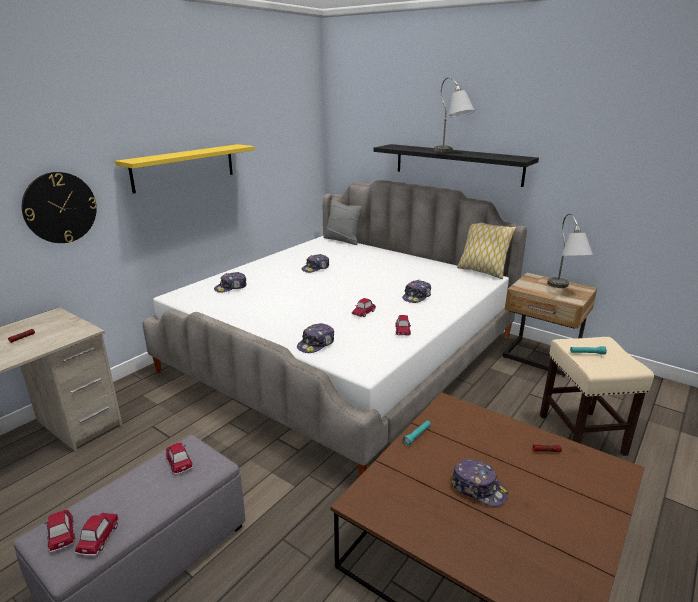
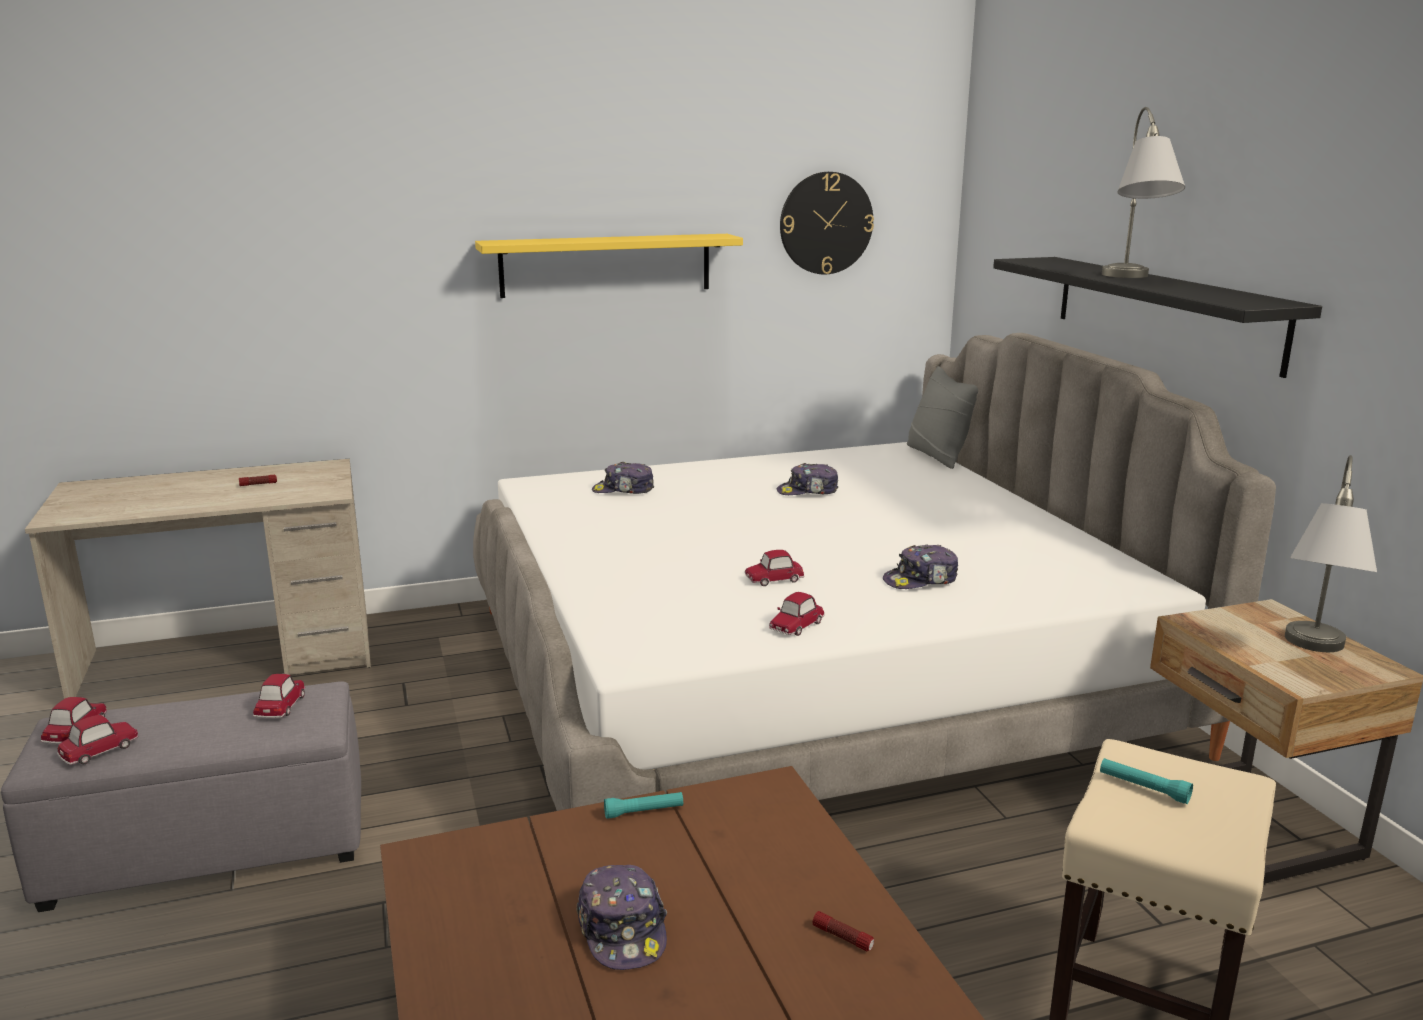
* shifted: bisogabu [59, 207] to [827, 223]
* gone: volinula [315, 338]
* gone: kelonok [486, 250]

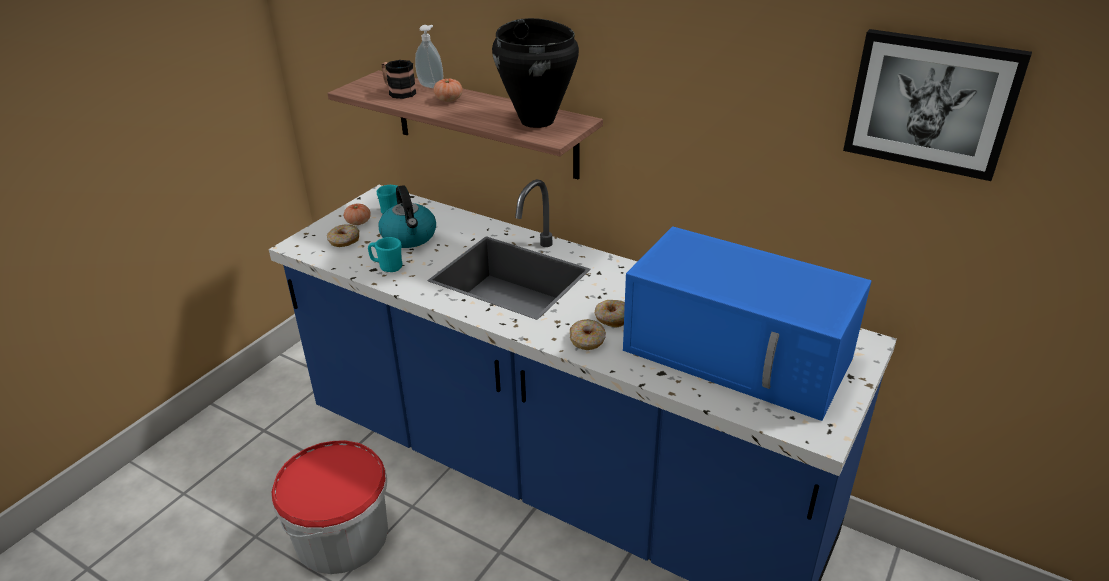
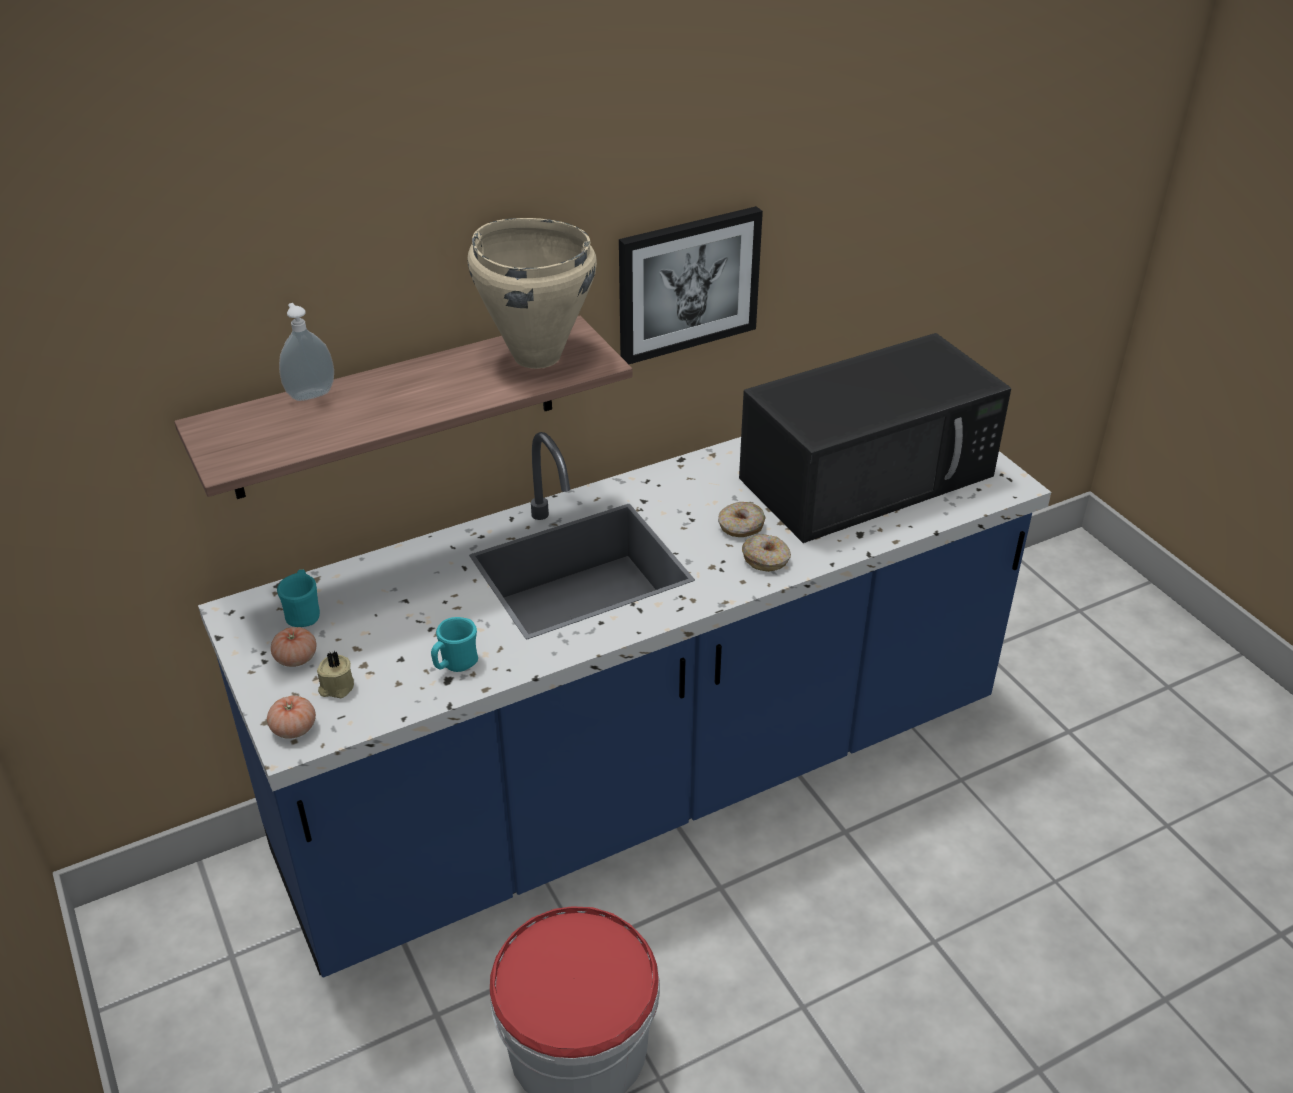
* shifted: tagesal [448, 90] to [291, 717]
* swapped: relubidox [343, 235] to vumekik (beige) [335, 674]
* repainted: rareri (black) [535, 73] to rareri (beige) [532, 293]
* shifted: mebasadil [937, 105] to [691, 285]
* repainted: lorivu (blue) [747, 323] to lorivu (black) [875, 438]
* gone: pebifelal [407, 216]
* gone: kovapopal [398, 79]

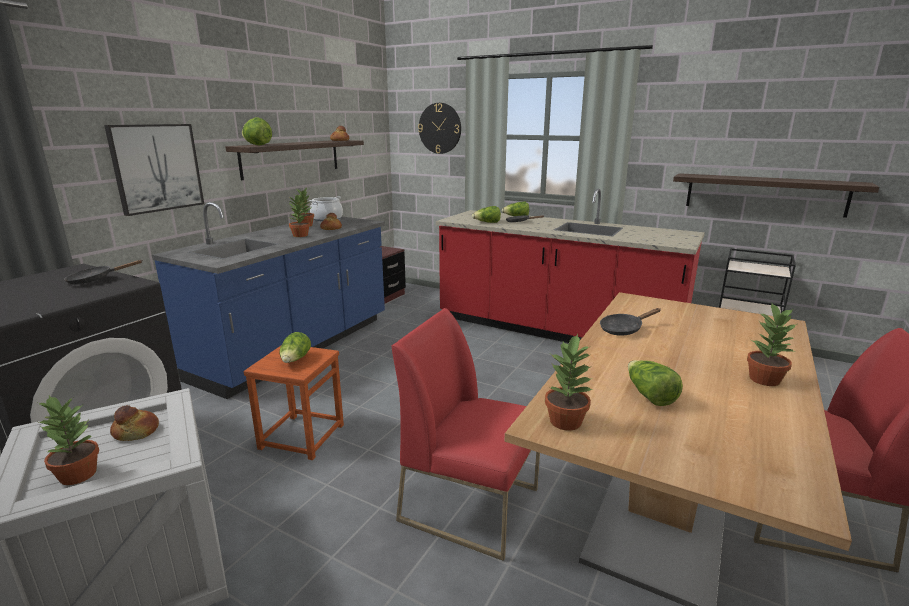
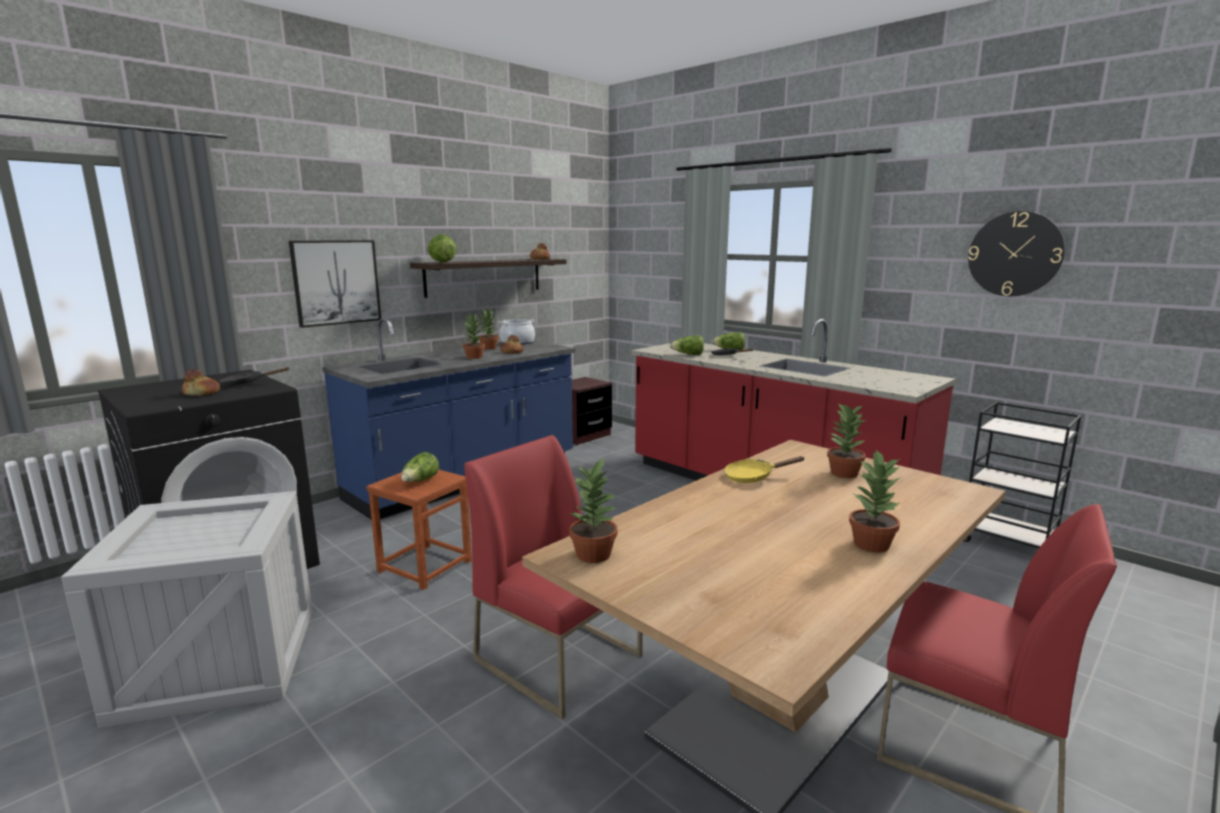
* shifted: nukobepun [134, 423] to [201, 382]
* repainted: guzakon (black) [630, 322] to guzakon (yellow) [764, 469]
* shifted: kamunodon [68, 440] to [847, 441]
* shifted: bisogabu [439, 128] to [1016, 253]
* gone: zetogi [655, 383]
* gone: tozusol [776, 195]

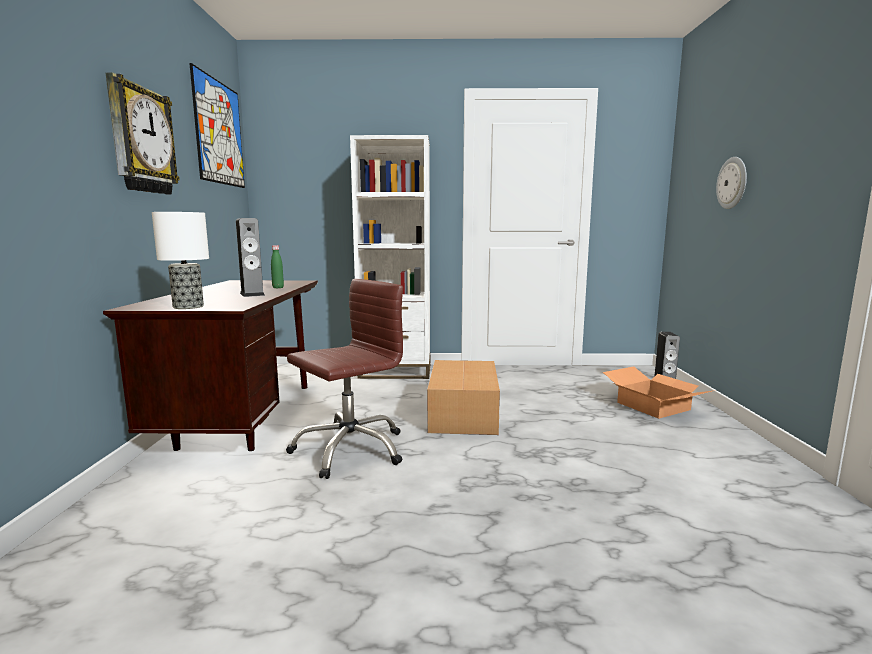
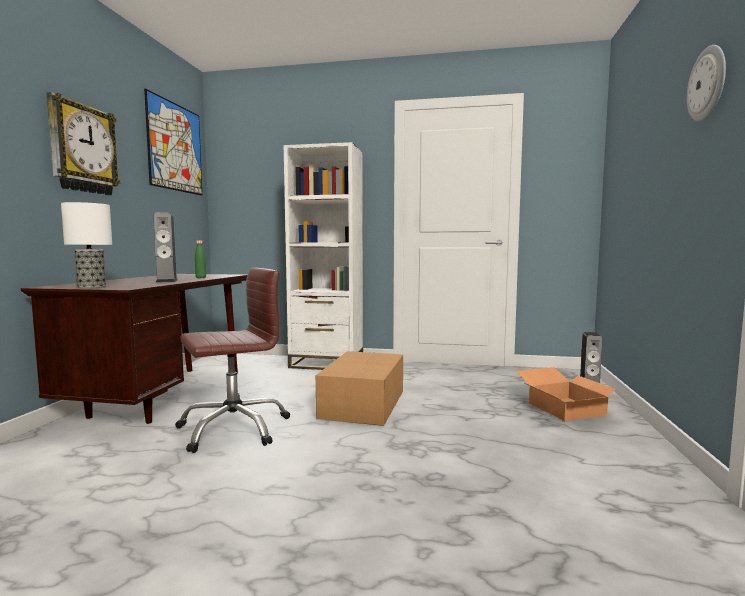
* shifted: bisogabu [731, 183] to [706, 83]

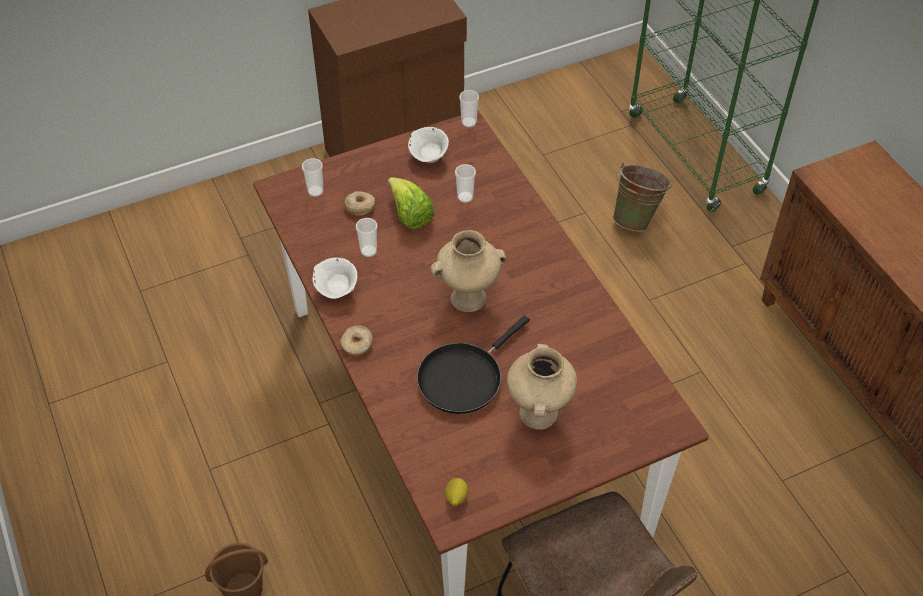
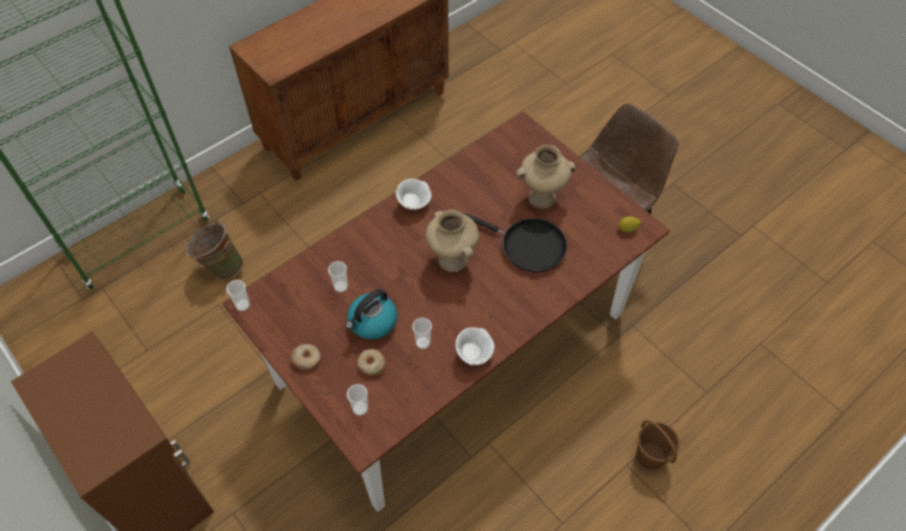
* shifted: relubidox [356, 340] to [306, 356]
* swapped: zetogi [411, 203] to pebifelal [371, 314]
* shifted: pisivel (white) [428, 145] to [414, 194]

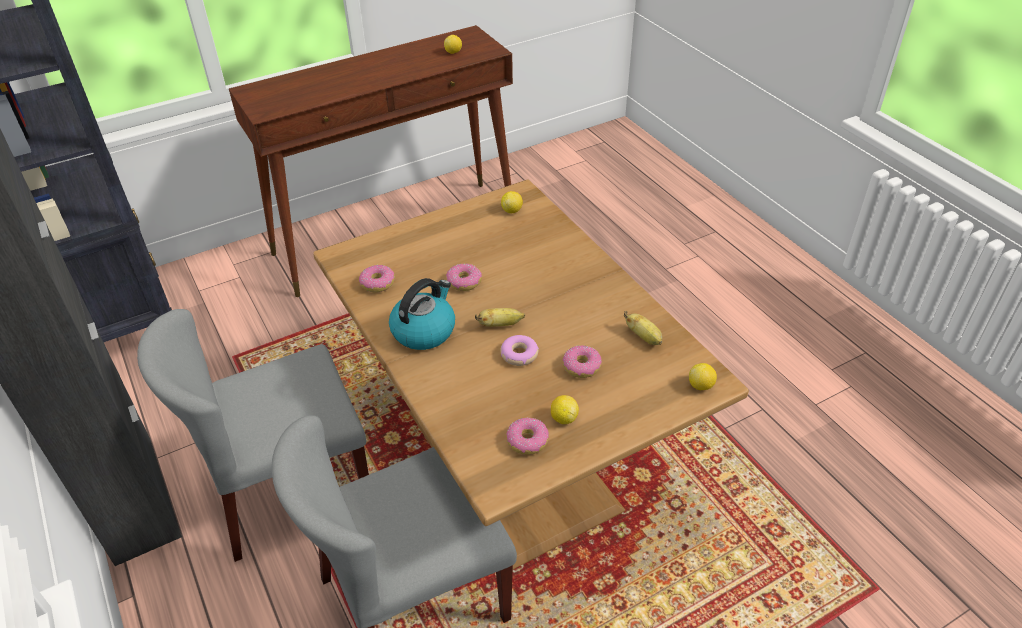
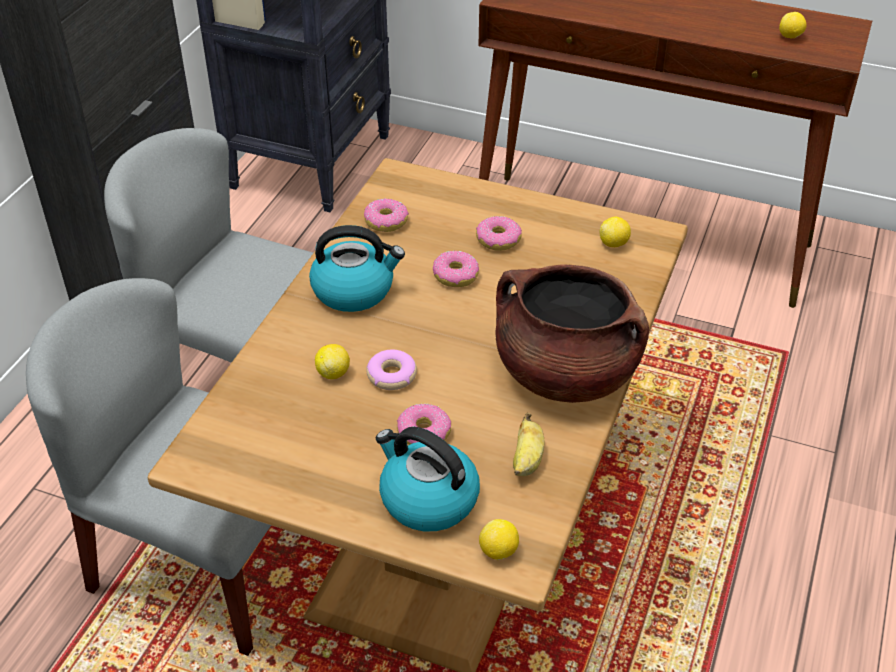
* shifted: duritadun [565, 409] to [332, 361]
* new: pebifelal [428, 479]
* shifted: relubidox [527, 436] to [499, 233]
* new: rareri (brown) [572, 333]
* gone: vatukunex [500, 317]

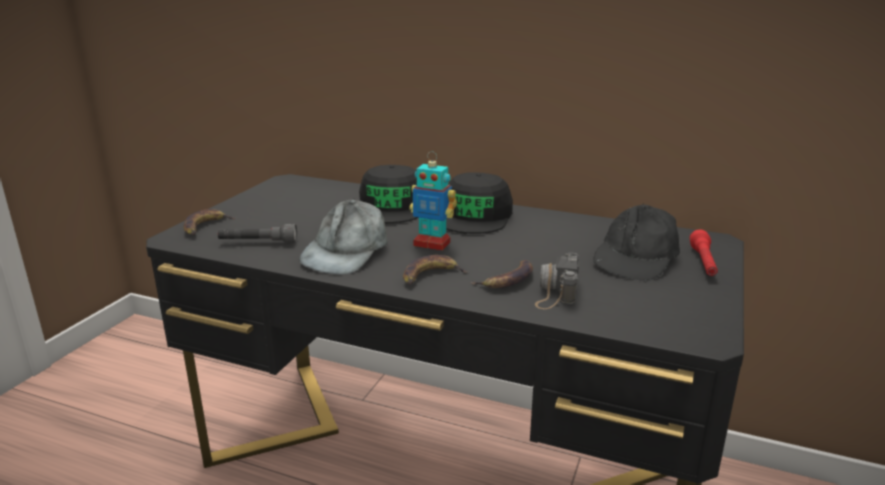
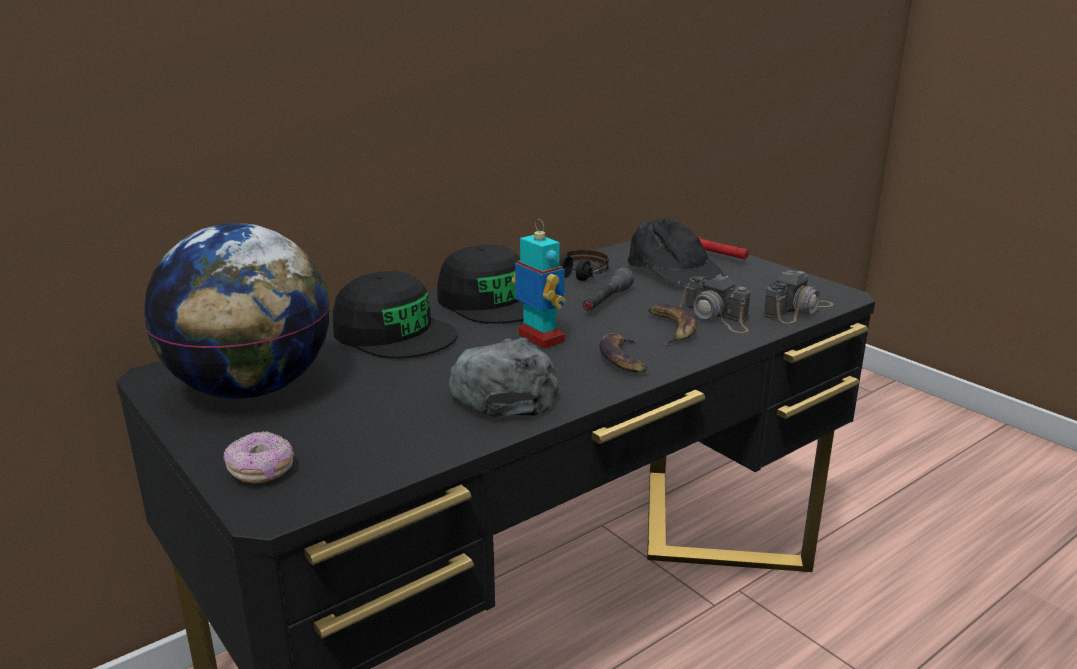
* new: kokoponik [237, 311]
* swapped: vatukunex [210, 222] to relubidox [258, 457]
* rotated: volinula (grey) [343, 237] = [504, 377] 150 degrees counterclockwise
* rotated: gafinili [433, 201] = [539, 283] 90 degrees counterclockwise
* new: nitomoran [584, 265]
* shifted: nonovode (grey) [257, 233] to [608, 289]
* new: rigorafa [798, 296]

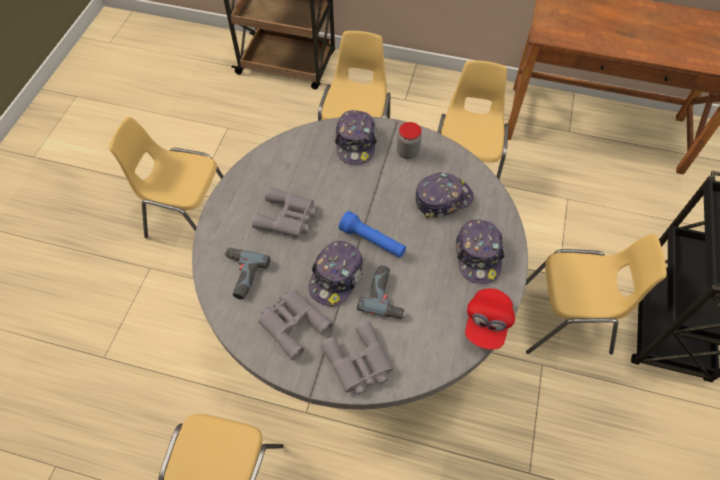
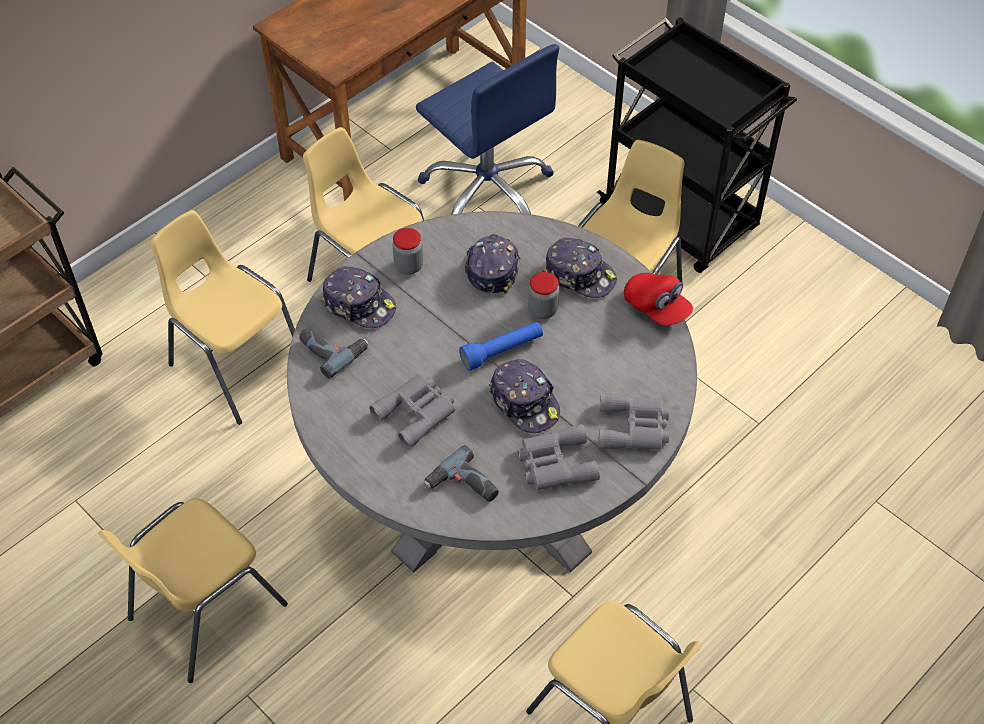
* shifted: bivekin [382, 292] to [333, 353]
* new: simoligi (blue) [487, 129]
* new: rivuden [543, 295]

